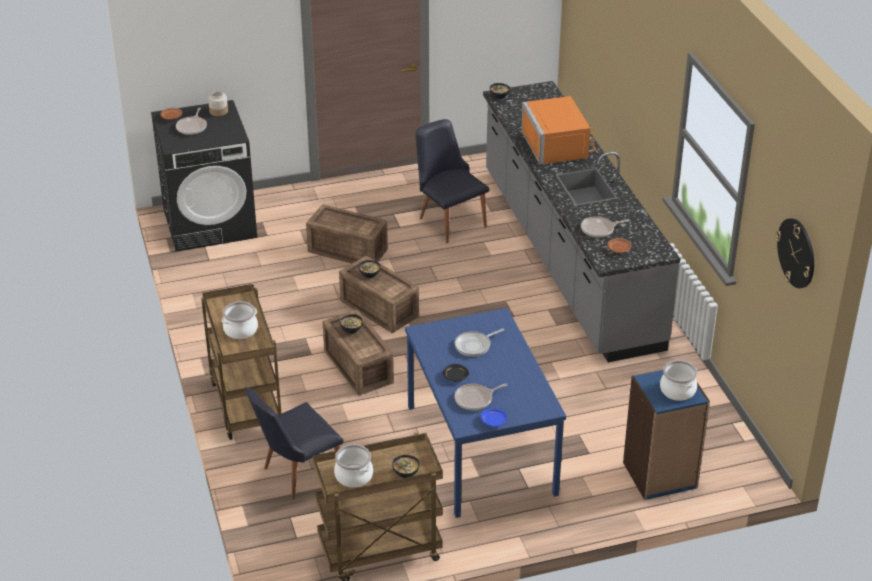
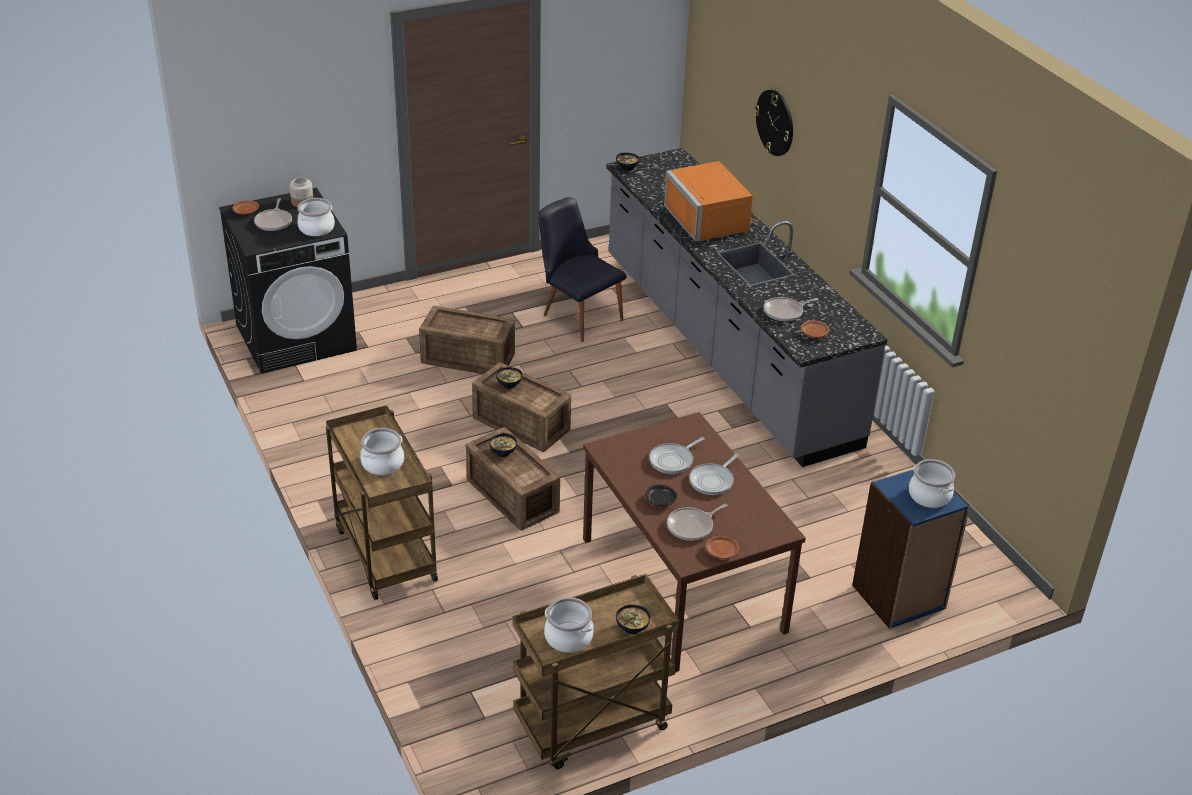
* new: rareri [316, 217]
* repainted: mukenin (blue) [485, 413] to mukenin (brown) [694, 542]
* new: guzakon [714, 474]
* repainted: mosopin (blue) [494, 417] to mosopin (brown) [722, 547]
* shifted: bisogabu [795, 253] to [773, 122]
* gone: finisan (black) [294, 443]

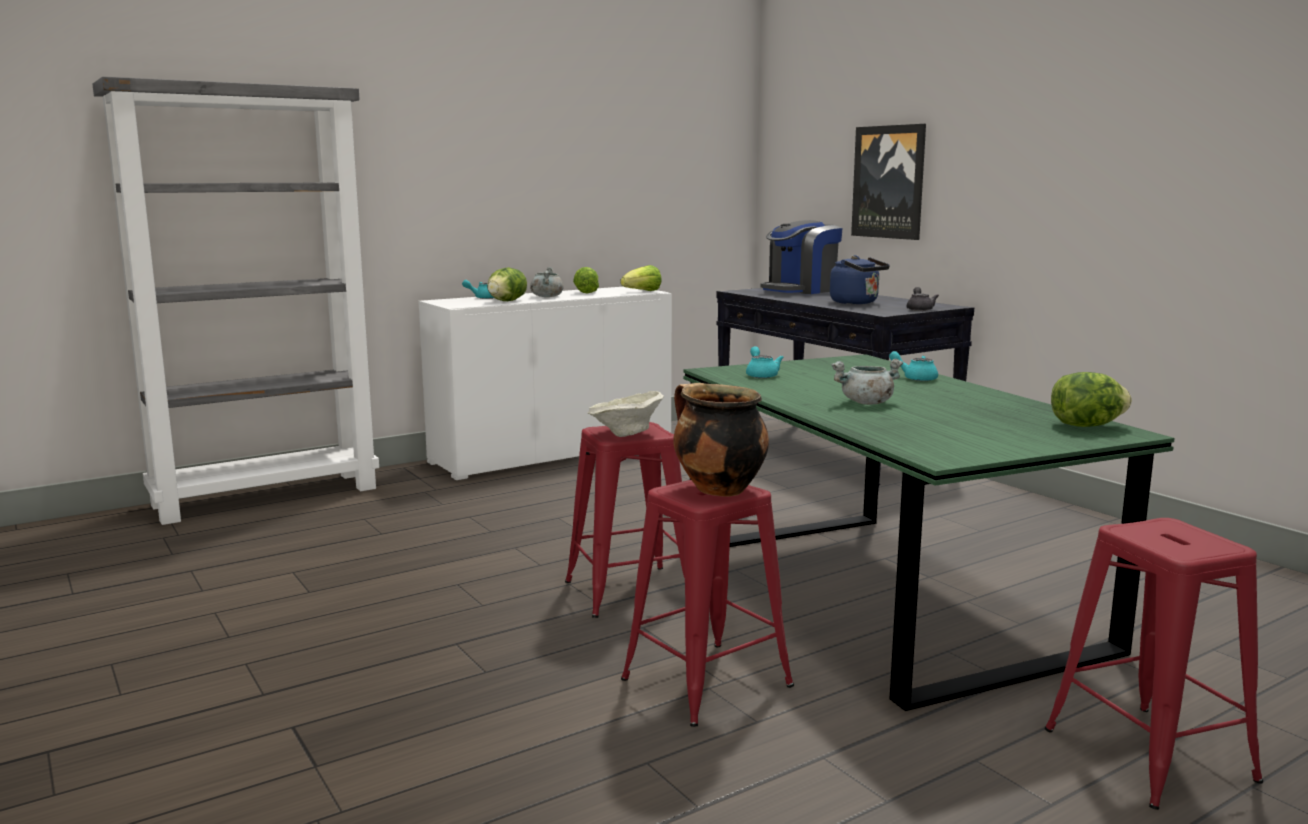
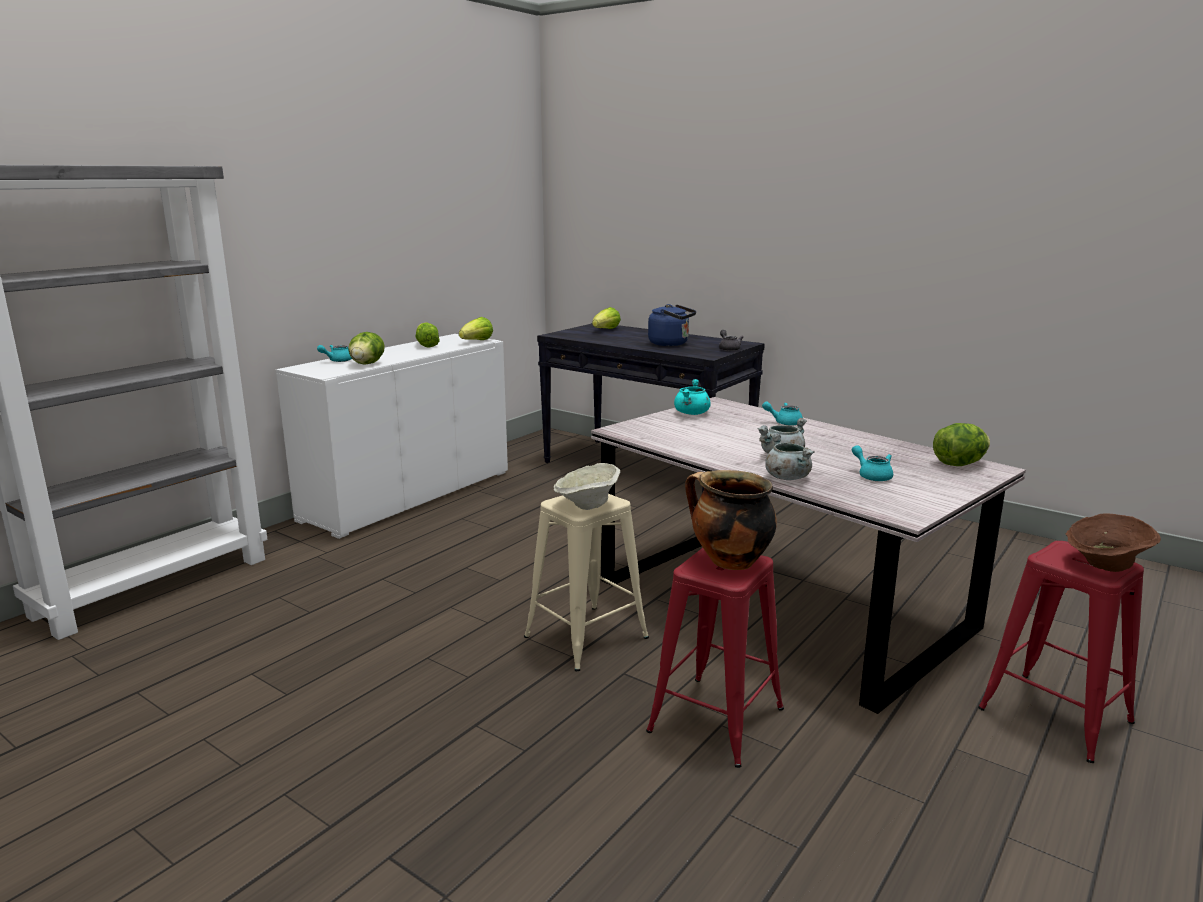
* repainted: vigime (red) [625, 520] to vigime (beige) [586, 582]
* repainted: mukenin (green) [929, 532] to mukenin (grey) [808, 555]
* swapped: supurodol [801, 257] to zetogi [606, 318]
* new: rareri (turquoise) [692, 397]
* shifted: rareri (grey) [547, 282] to [790, 456]
* shifted: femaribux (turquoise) [765, 362] to [872, 463]
* new: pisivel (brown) [1113, 542]
* gone: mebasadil [888, 182]

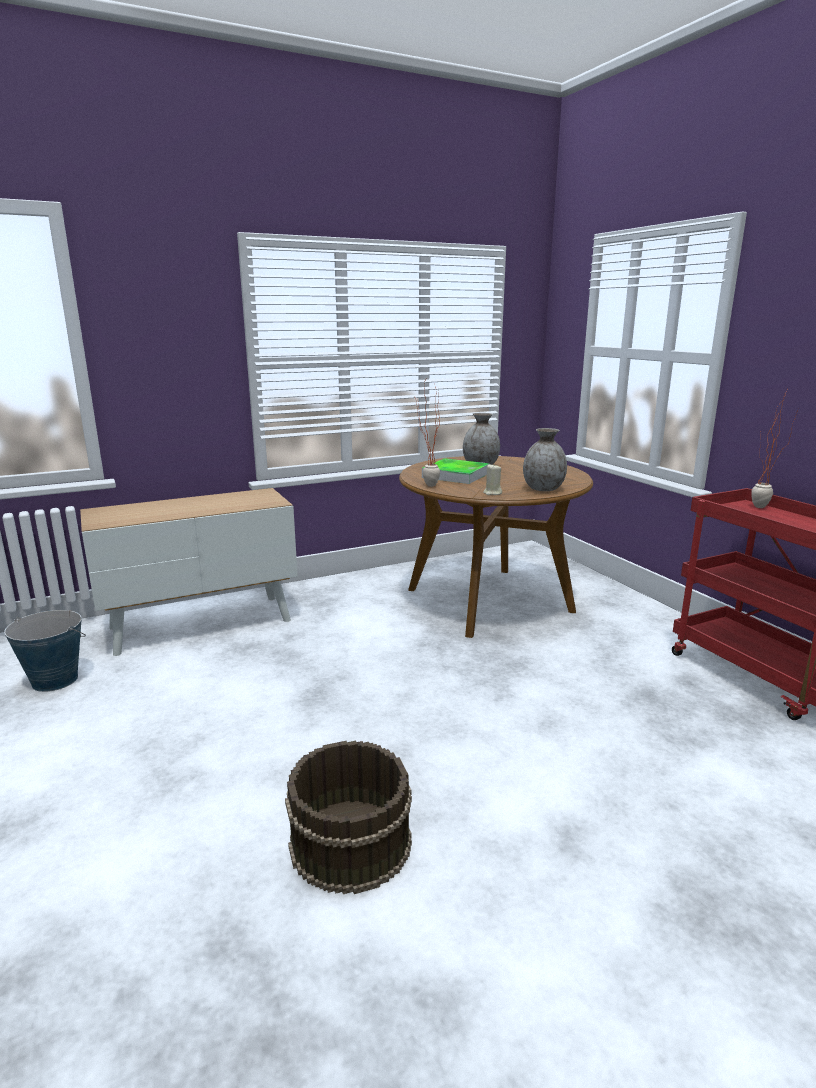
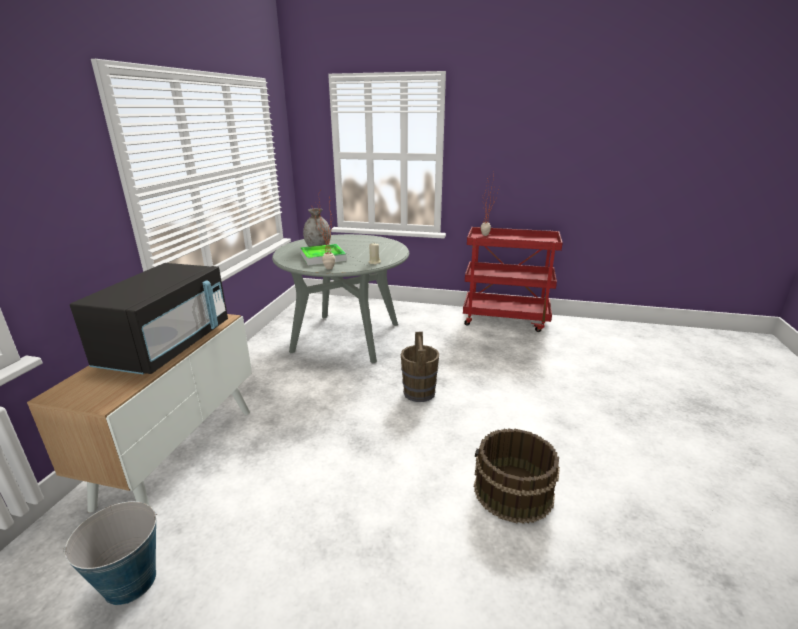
* new: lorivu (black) [149, 318]
* repainted: mukenin (brown) [496, 547] to mukenin (grey) [340, 298]
* new: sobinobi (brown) [420, 367]
* gone: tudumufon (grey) [545, 459]

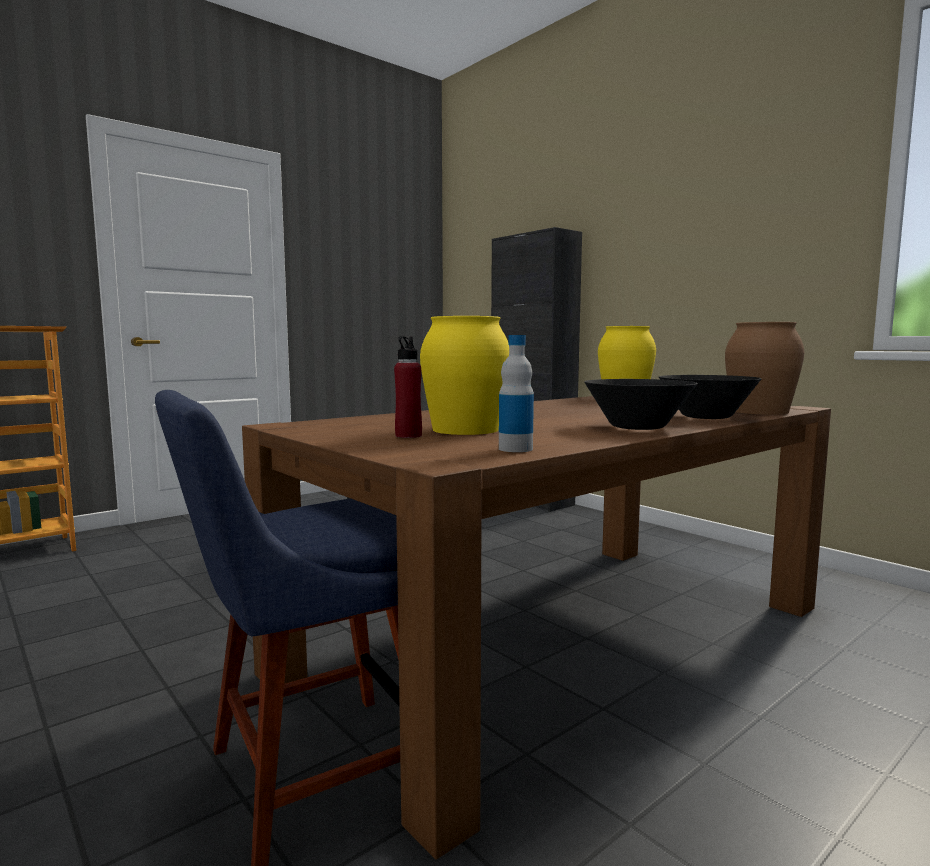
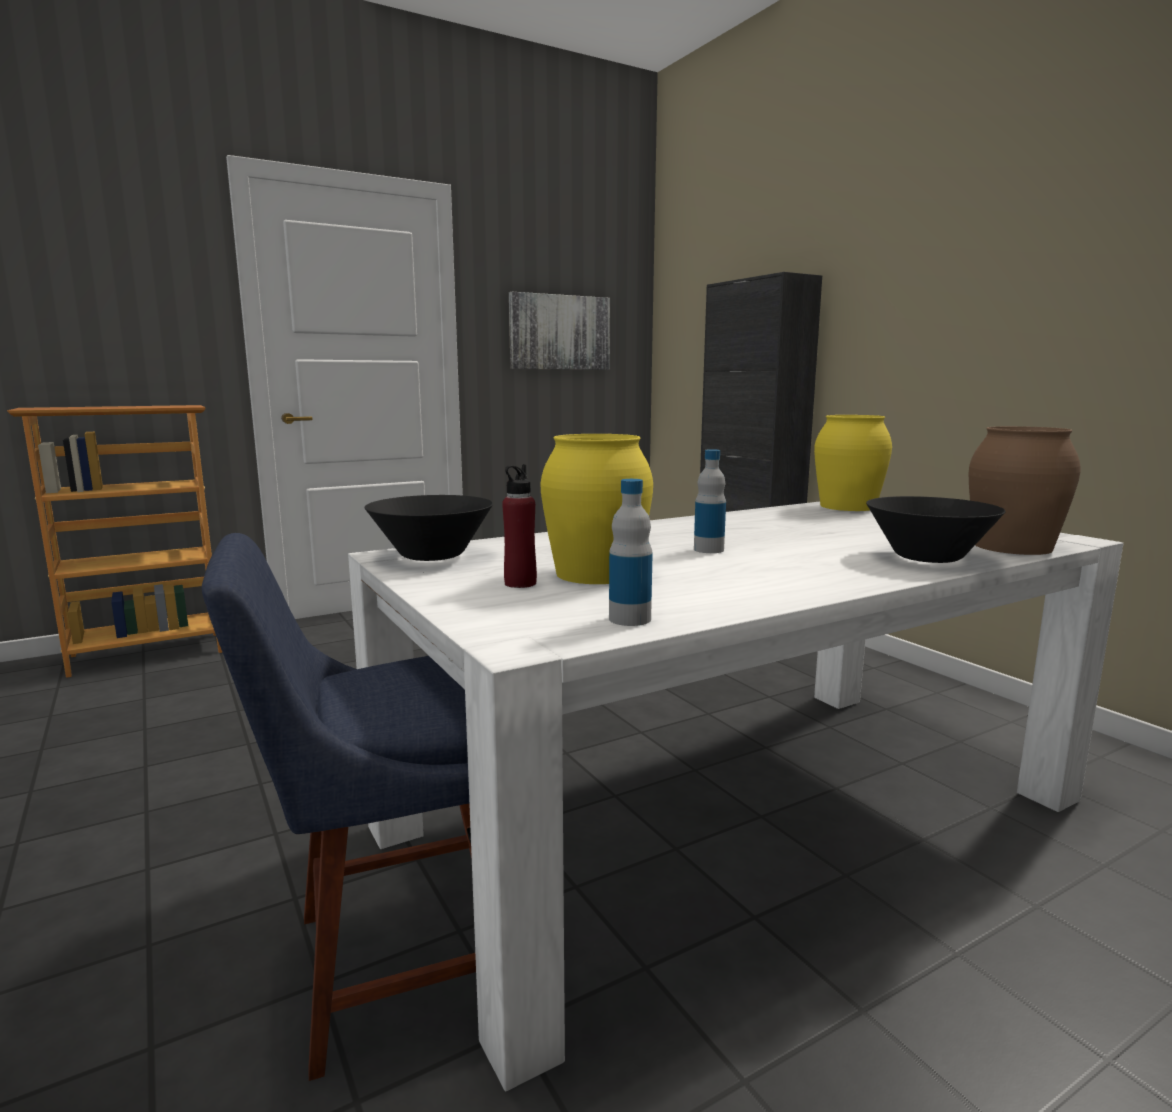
* repainted: mukenin (brown) [536, 628] to mukenin (white) [736, 797]
* shifted: pisivel (black) [641, 404] to [429, 528]
* new: mebasadil [559, 331]
* new: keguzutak [710, 501]

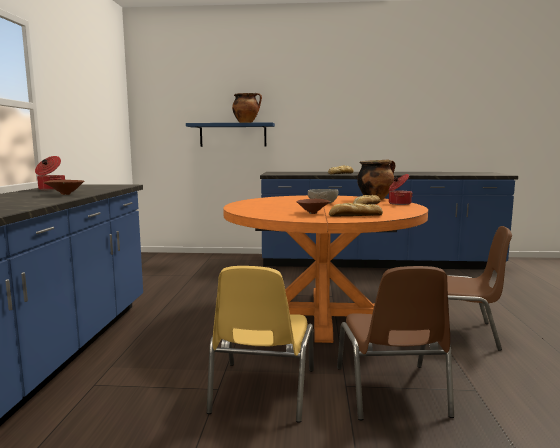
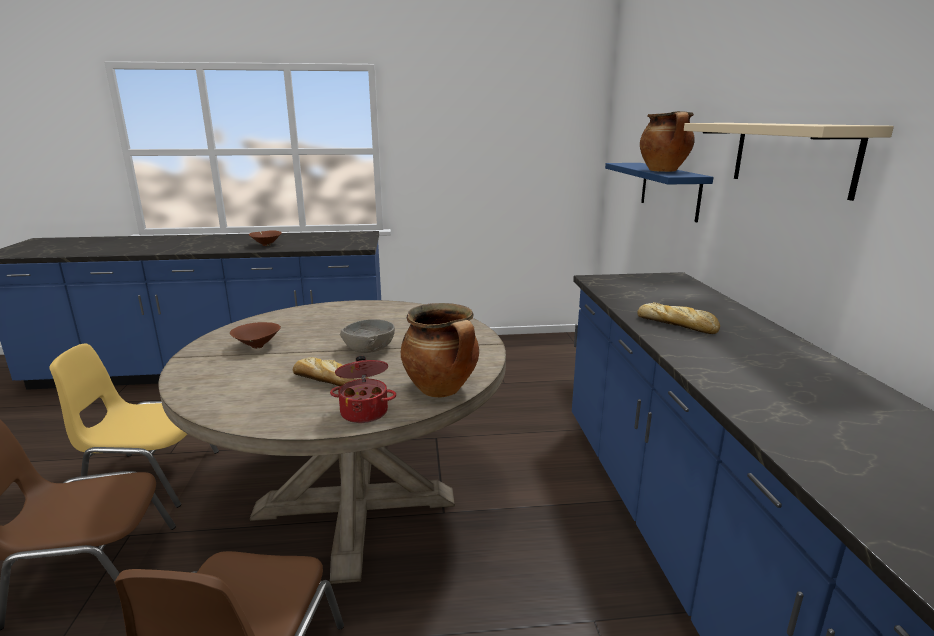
* repainted: mukenin (orange) [325, 269] to mukenin (beige) [332, 442]
* new: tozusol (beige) [789, 162]
* gone: rareri [50, 173]
* gone: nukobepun [356, 210]

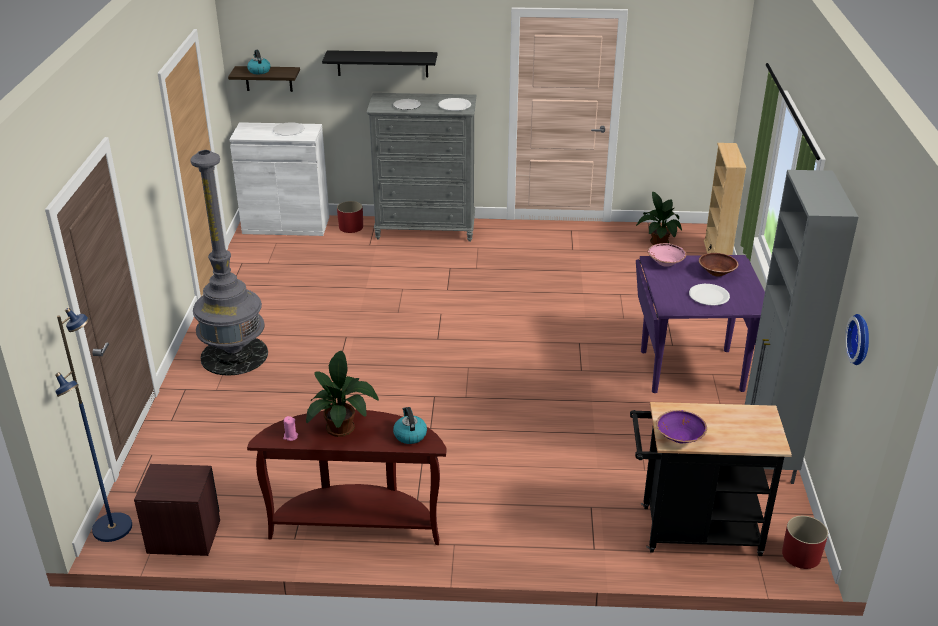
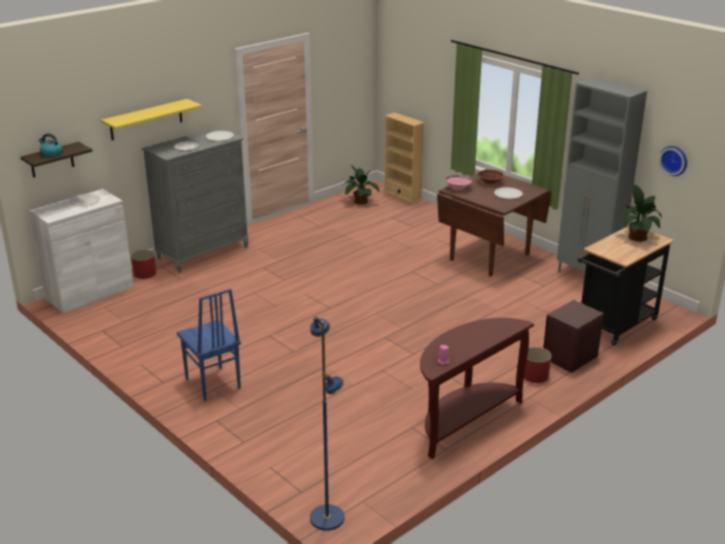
* repainted: tozusol (black) [379, 63] to tozusol (yellow) [151, 119]
* swapped: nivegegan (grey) [229, 263] to finisan (blue) [209, 345]
* repainted: mukenin (purple) [700, 324] to mukenin (brown) [494, 223]
* shifted: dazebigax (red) [805, 542] to [538, 365]
* shifted: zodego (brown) [177, 510] to [573, 336]
* shifted: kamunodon [342, 394] to [640, 213]
* gone: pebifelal [410, 425]
* gone: pisivel (purple) [681, 426]

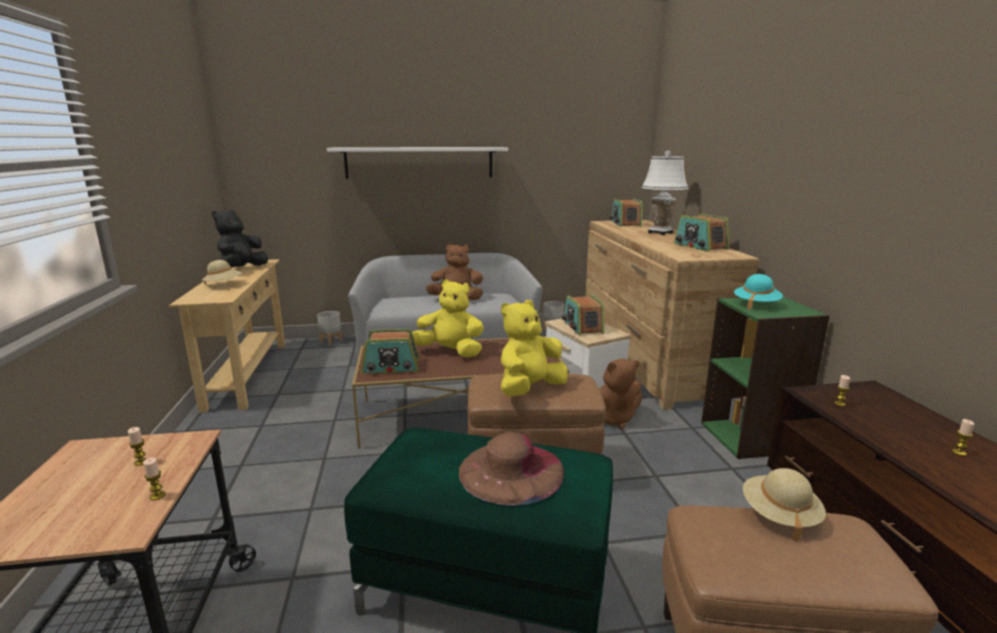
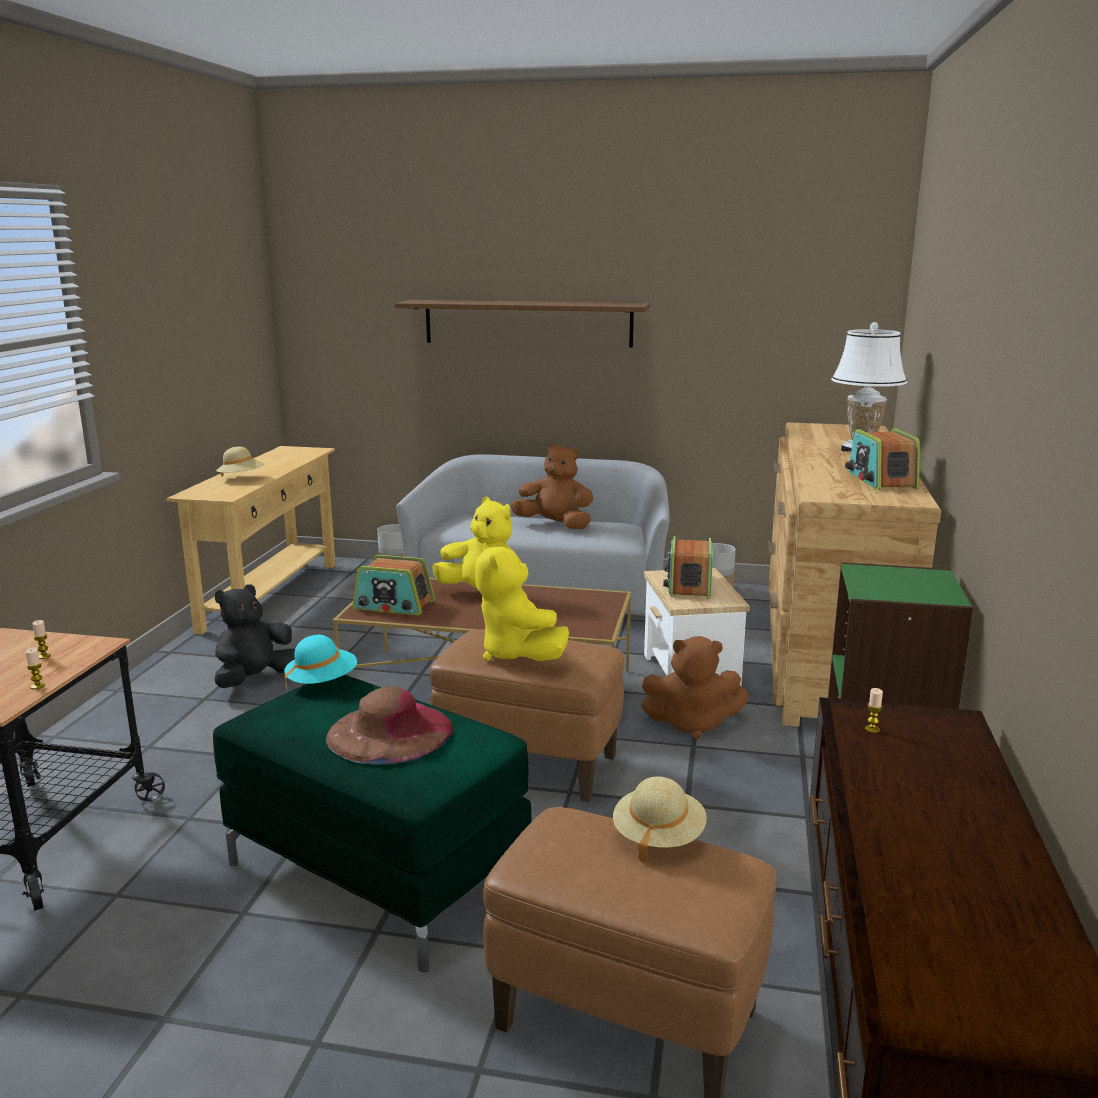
* shifted: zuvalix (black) [240, 239] to [255, 636]
* shifted: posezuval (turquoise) [758, 292] to [320, 662]
* repainted: tozusol (white) [417, 163] to tozusol (brown) [522, 323]
* rotated: zuvalix (yellow) [534, 348] = [522, 601] 90 degrees counterclockwise
* gone: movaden [626, 213]
* gone: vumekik [963, 437]

